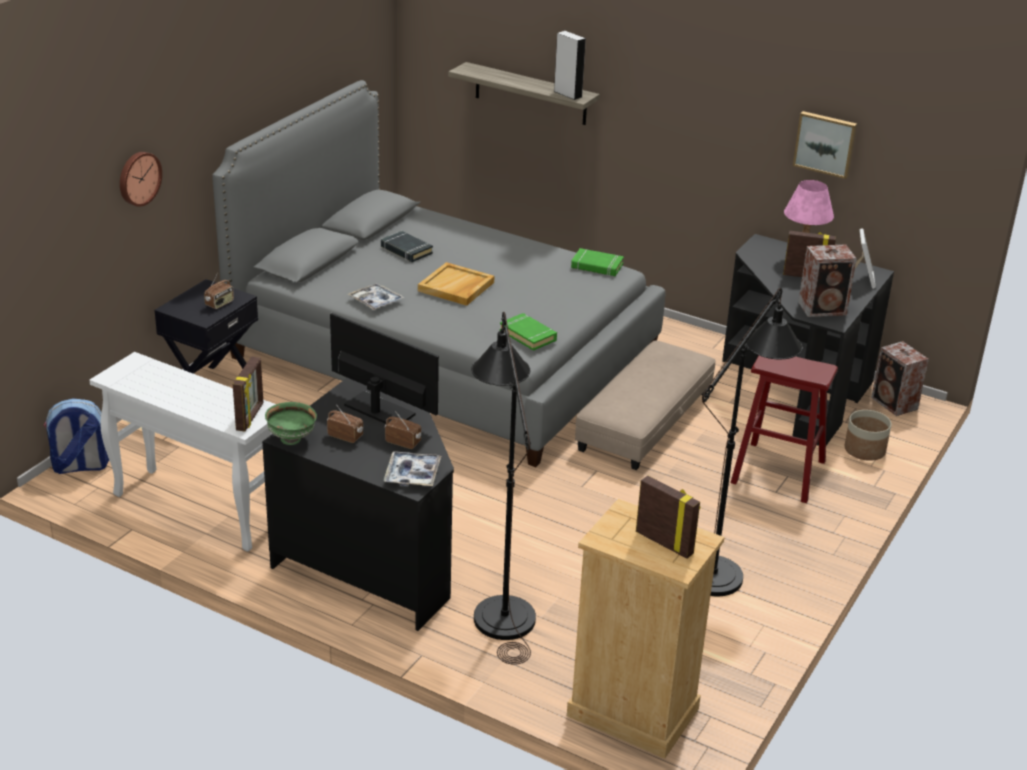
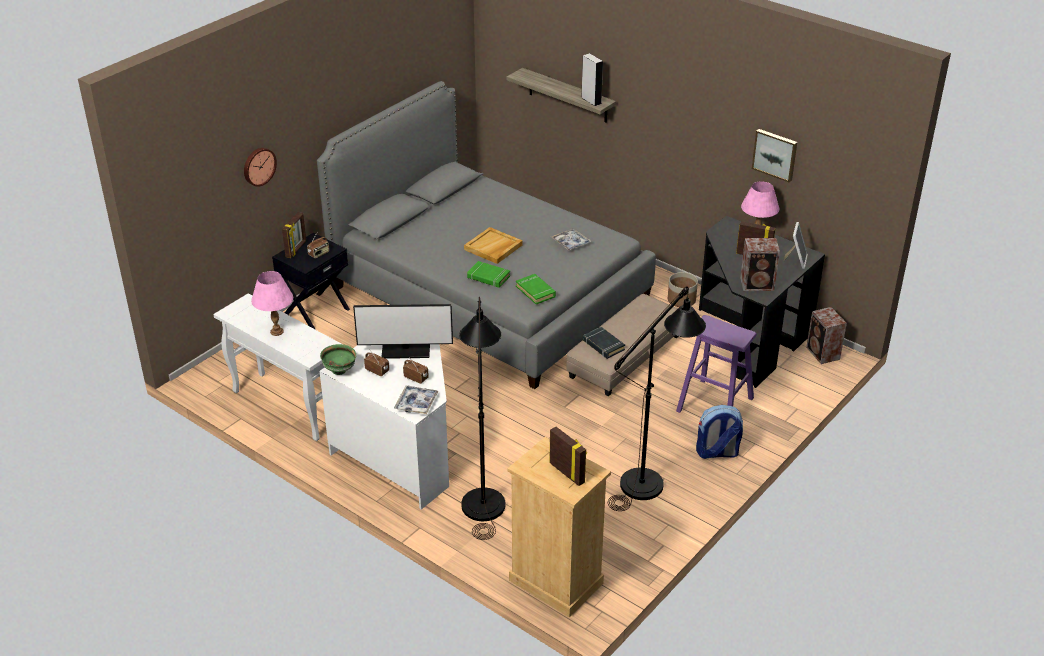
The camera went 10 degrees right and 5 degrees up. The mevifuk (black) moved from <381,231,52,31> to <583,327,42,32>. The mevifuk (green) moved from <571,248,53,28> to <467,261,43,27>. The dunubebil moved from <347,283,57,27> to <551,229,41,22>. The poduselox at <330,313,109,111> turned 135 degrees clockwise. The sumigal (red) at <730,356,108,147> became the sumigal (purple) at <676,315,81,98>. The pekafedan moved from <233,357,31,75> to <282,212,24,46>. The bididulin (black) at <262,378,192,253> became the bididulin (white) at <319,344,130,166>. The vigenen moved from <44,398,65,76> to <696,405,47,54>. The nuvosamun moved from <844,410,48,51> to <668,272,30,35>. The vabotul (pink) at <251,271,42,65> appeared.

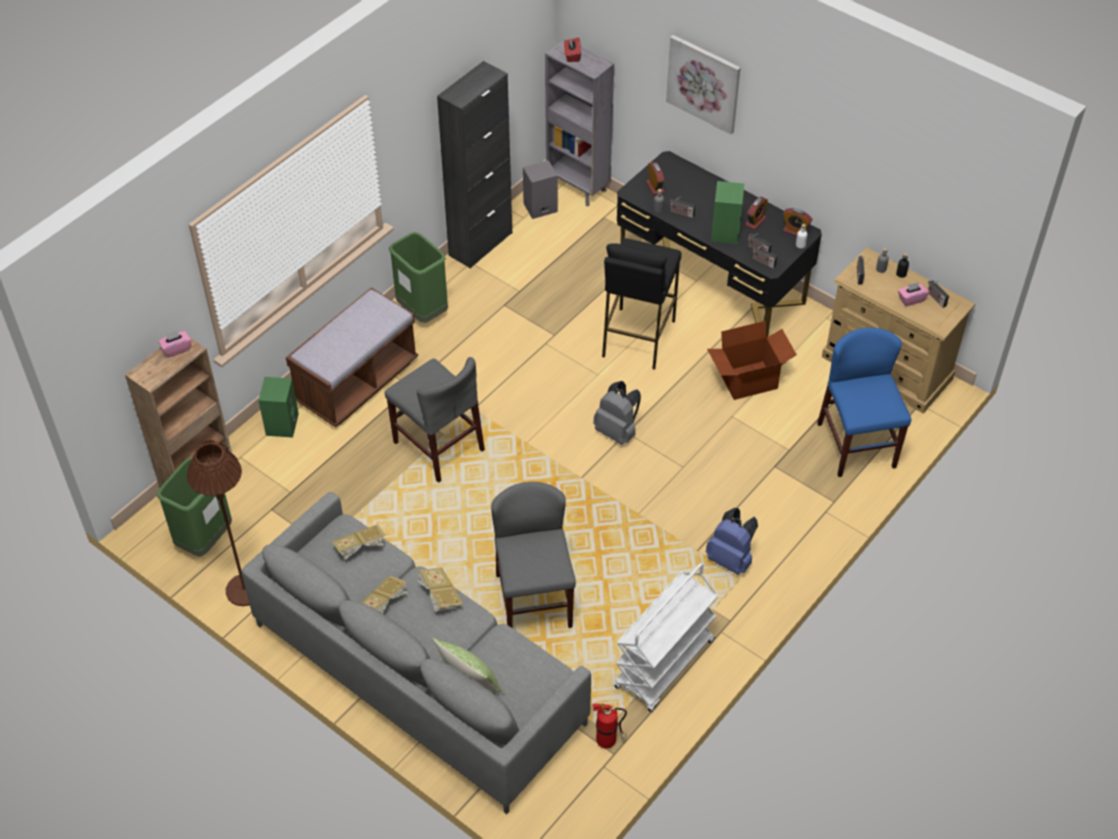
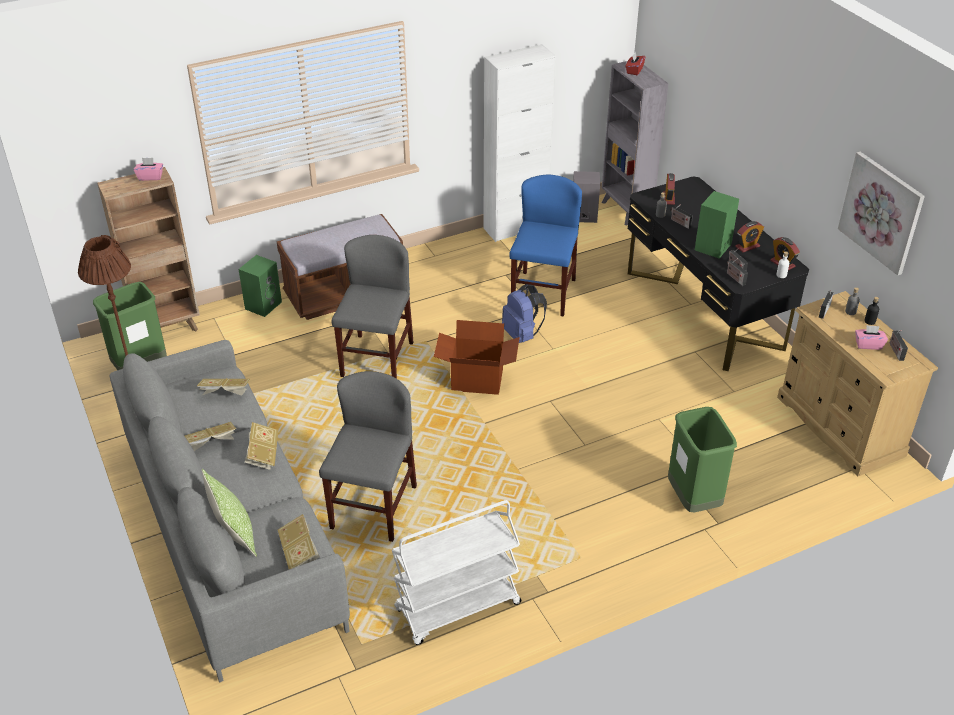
The camera went 25 degrees right and 10 degrees down. The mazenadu moved from <666,35,75,99> to <838,152,87,123>. The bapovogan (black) at <437,61,75,207> became the bapovogan (white) at <483,44,73,198>. The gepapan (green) moved from <389,232,59,91> to <668,407,69,105>. The sumigal (black) at <602,238,79,132> disappeared. The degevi moved from <707,321,90,79> to <434,320,85,75>. The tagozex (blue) moved from <817,328,94,149> to <509,175,73,142>. The tagozex (grey) at <385,357,100,126> turned 150 degrees counterclockwise. The vigenen (grey) at <593,381,48,64> disappeared. The vigenen (blue) moved from <706,508,52,67> to <502,284,45,59>. The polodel at <592,704,35,45> disappeared. The mevifuk at <278,514,42,55> appeared.

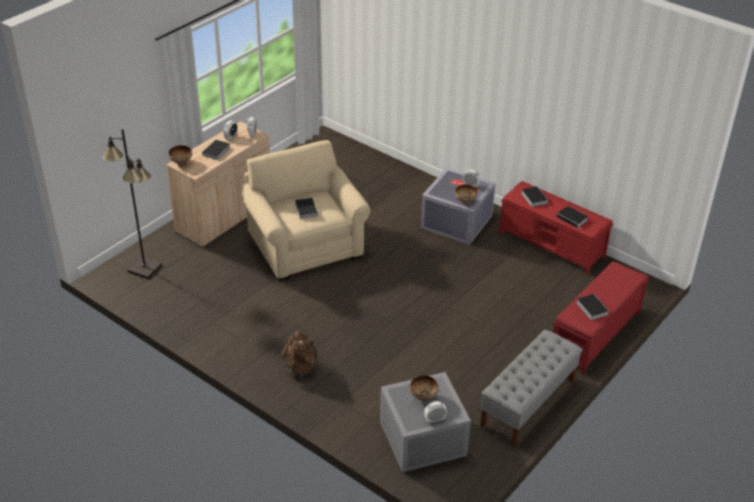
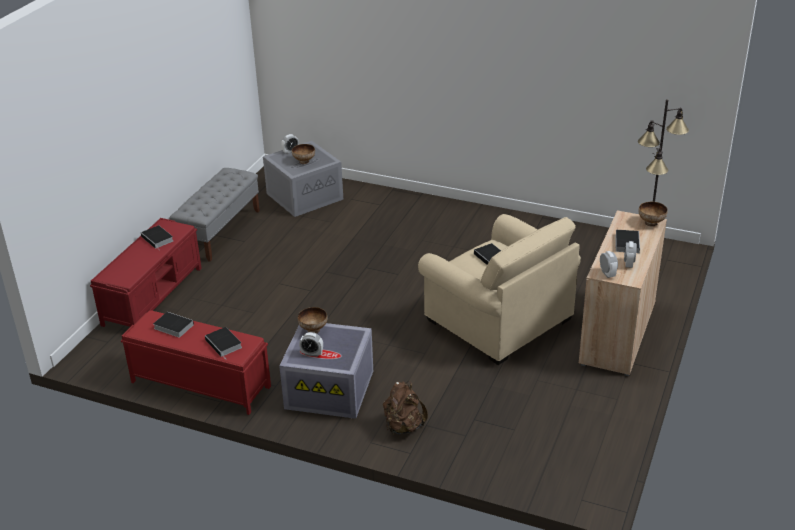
The camera went 165 degrees right and 5 degrees down. The vigenen (brown) moved from <281,332,37,47> to <383,381,45,53>.

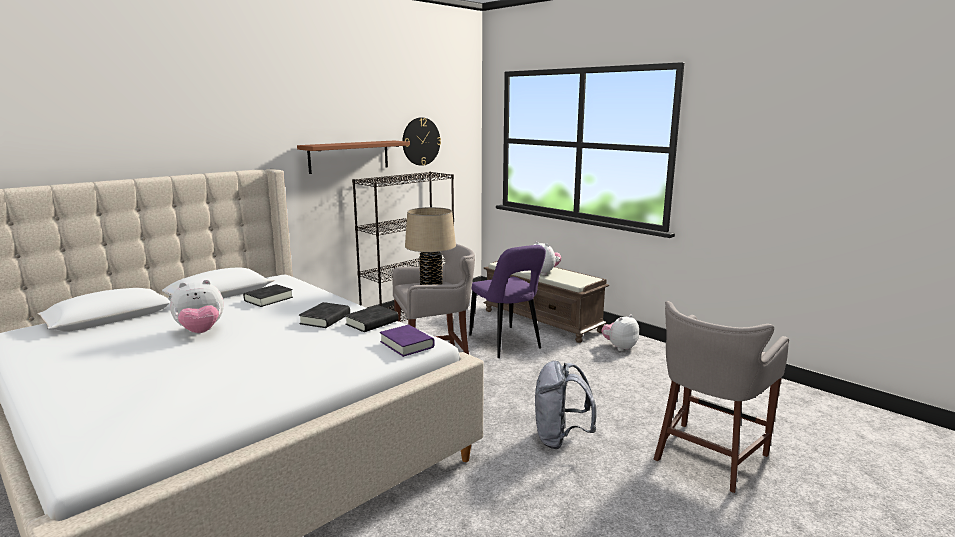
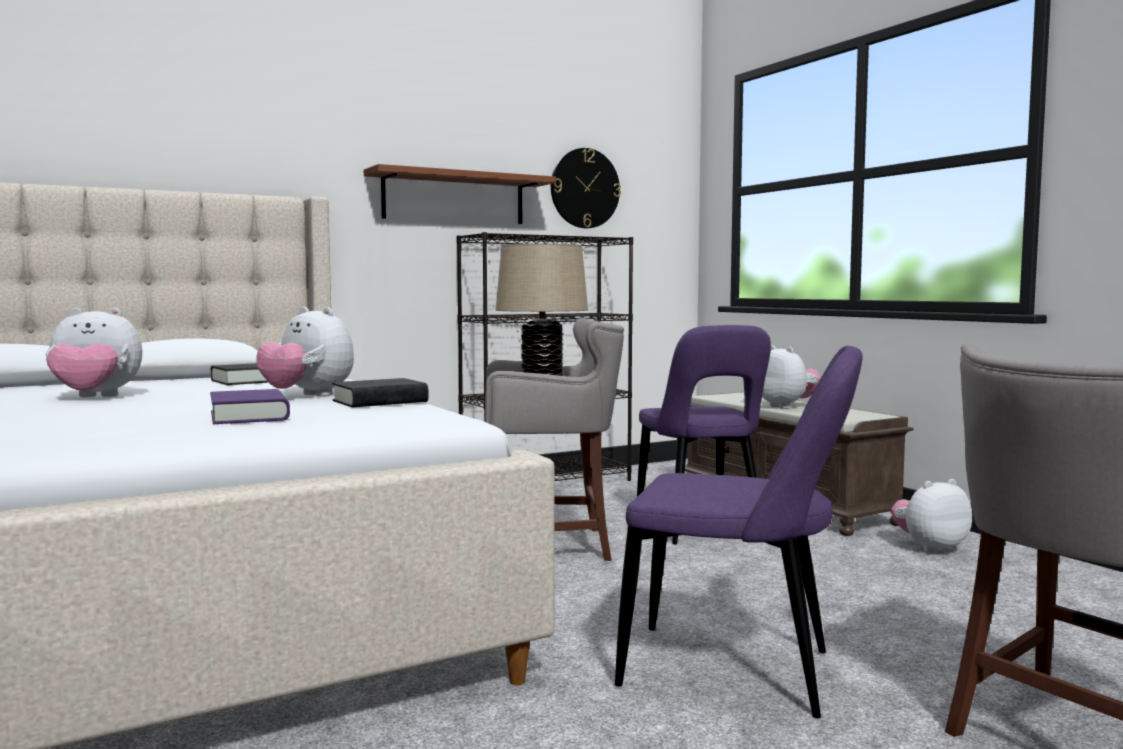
The camera went 15 degrees right and 10 degrees down. The mevifuk (black) at <299,302,51,26> was replaced by the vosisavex at <256,307,98,89>. The mevifuk (purple) moved from <380,325,55,32> to <210,389,80,35>. The vigenen (grey) at <535,361,62,88> was replaced by the tagozex (purple) at <615,346,248,372>.

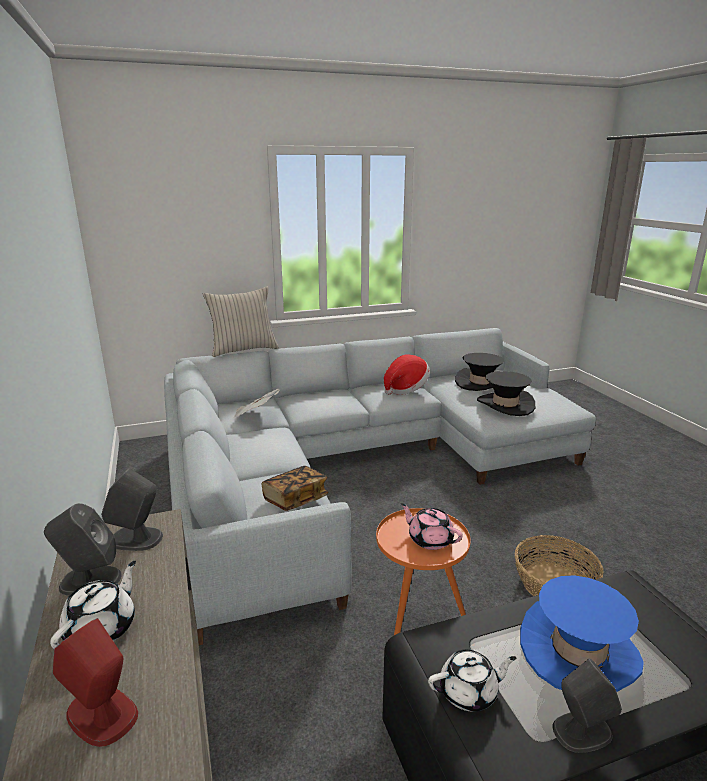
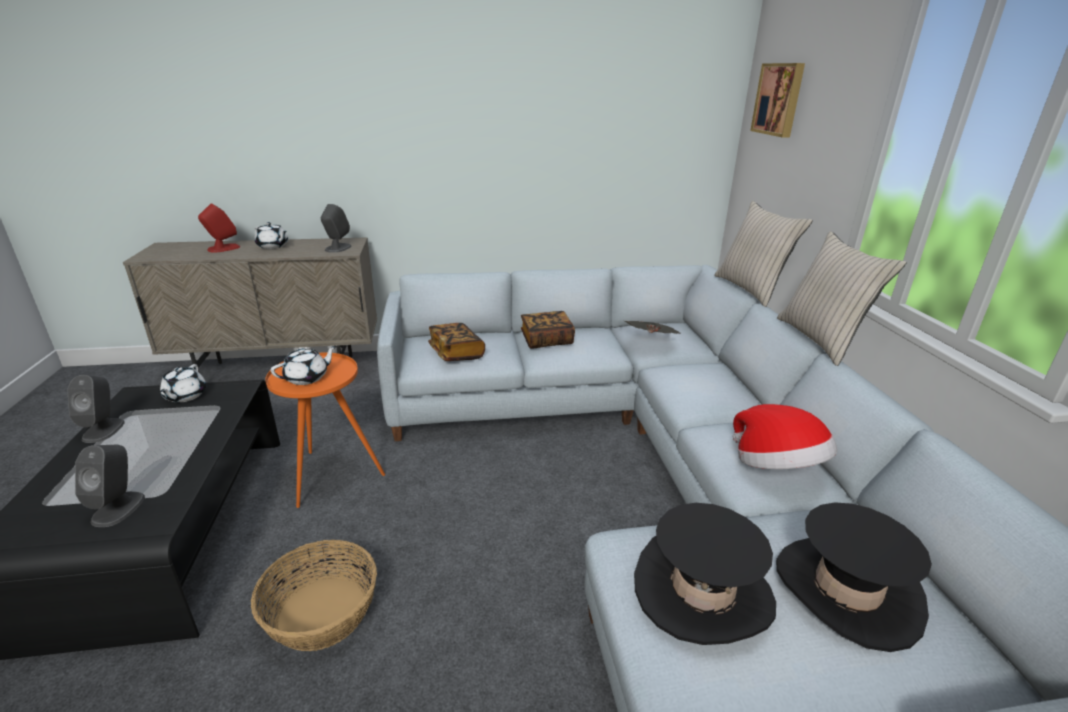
The camera went 100 degrees right and 5 degrees up. The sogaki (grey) moved from <44,503,78,92> to <75,445,70,82>. The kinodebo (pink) at <401,503,62,47> became the kinodebo (white) at <271,346,66,39>. The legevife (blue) at <520,575,124,117> disappeared. The mazenadu at <750,63,55,74> appeared. The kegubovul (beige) at <777,231,130,135> appeared. The mevifuk at <521,311,54,38> appeared.

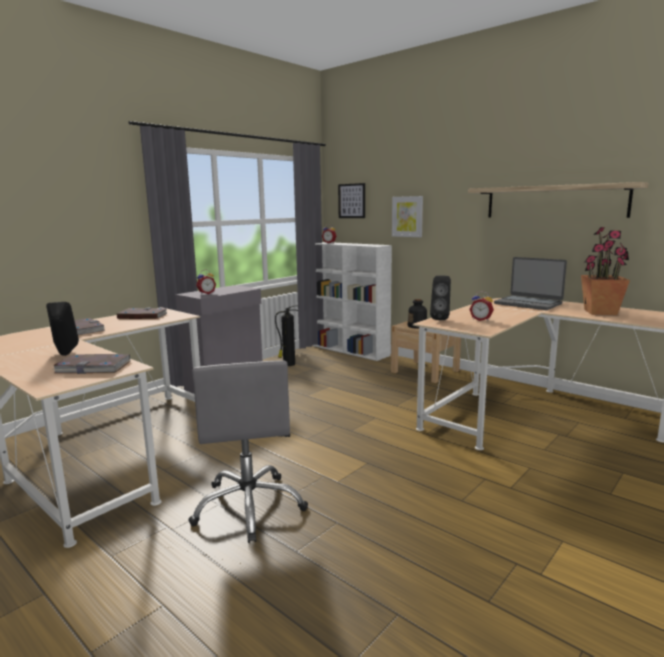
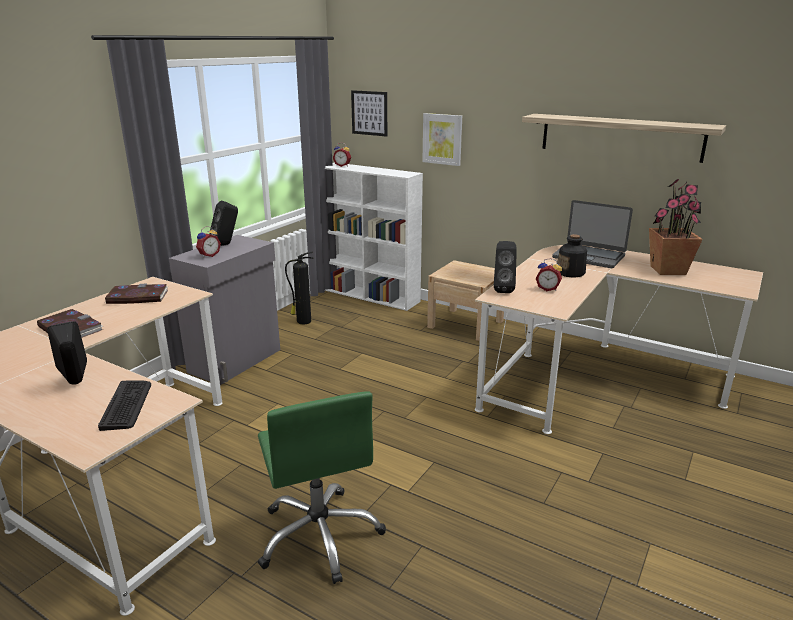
The camera went 10 degrees left and 10 degrees up. The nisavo moved from <408,299,19,30> to <557,234,30,44>. The mevifuk at <52,354,80,20> was replaced by the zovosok at <98,381,53,50>. The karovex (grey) at <188,360,120,183> became the karovex (green) at <258,391,128,193>. The sogaki (black) at <209,201,29,45> appeared.

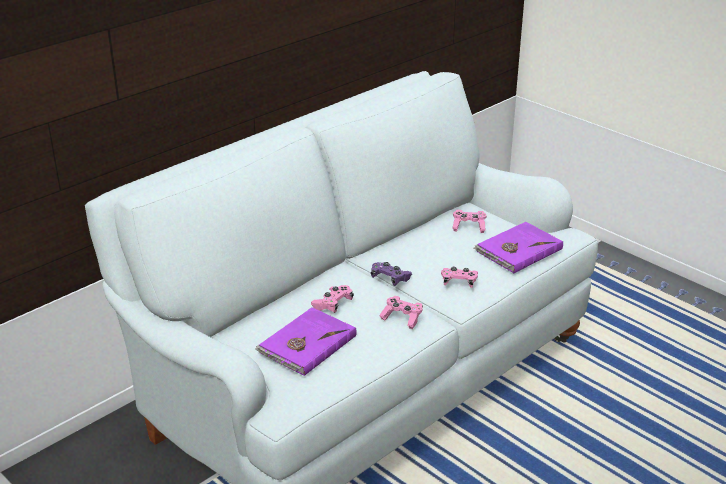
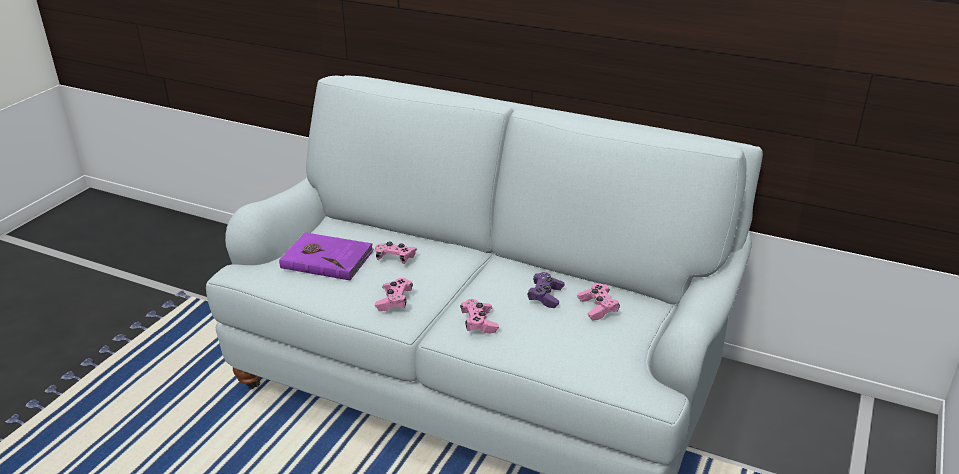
The camera went 70 degrees right and 0 degrees up. The mevifuk (purple) at <474,222,89,51> disappeared. The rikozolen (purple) moved from <371,262,41,24> to <527,272,37,36>.

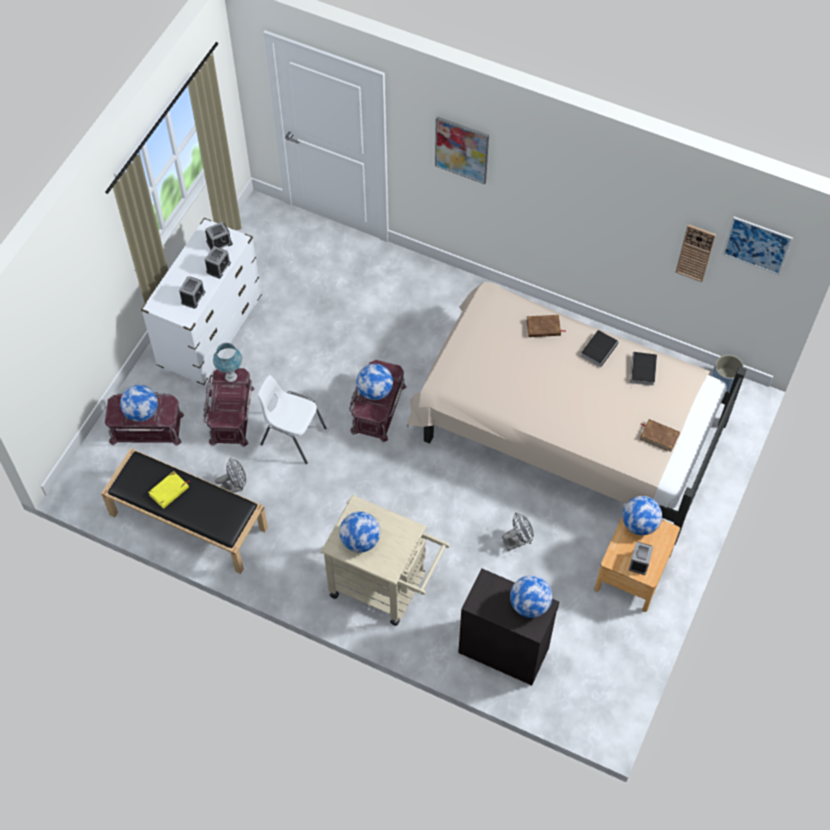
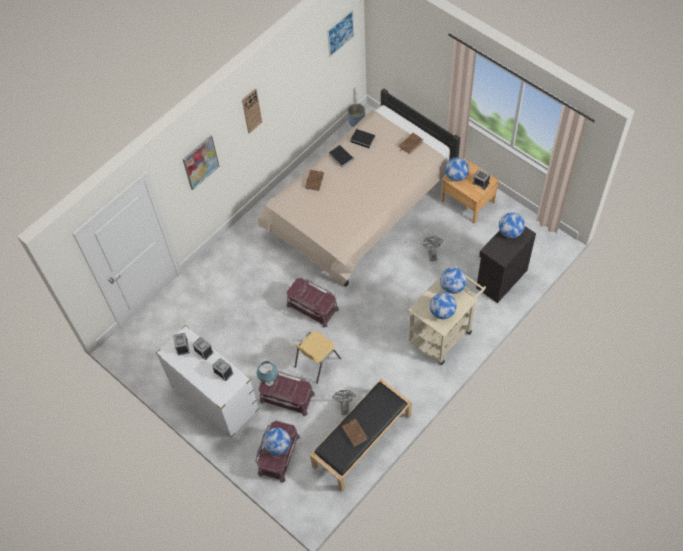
The camera went 70 degrees left and 0 degrees up. The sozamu moved from <676,224,40,58> to <242,88,20,45>. The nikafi moved from <356,364,37,36> to <440,268,26,26>. The tagozex (white) at <257,375,69,89> became the tagozex (yellow) at <295,331,46,53>. The mevifuk (yellow) at <148,471,42,38> became the mevifuk (brown) at <342,419,26,28>.

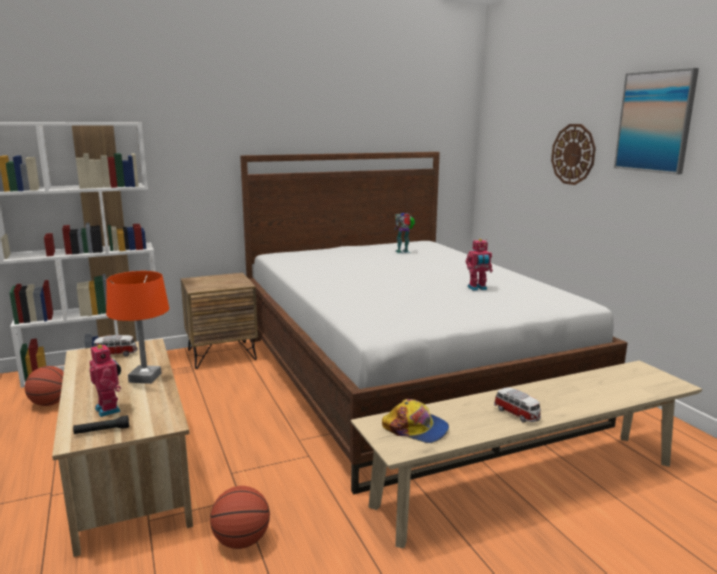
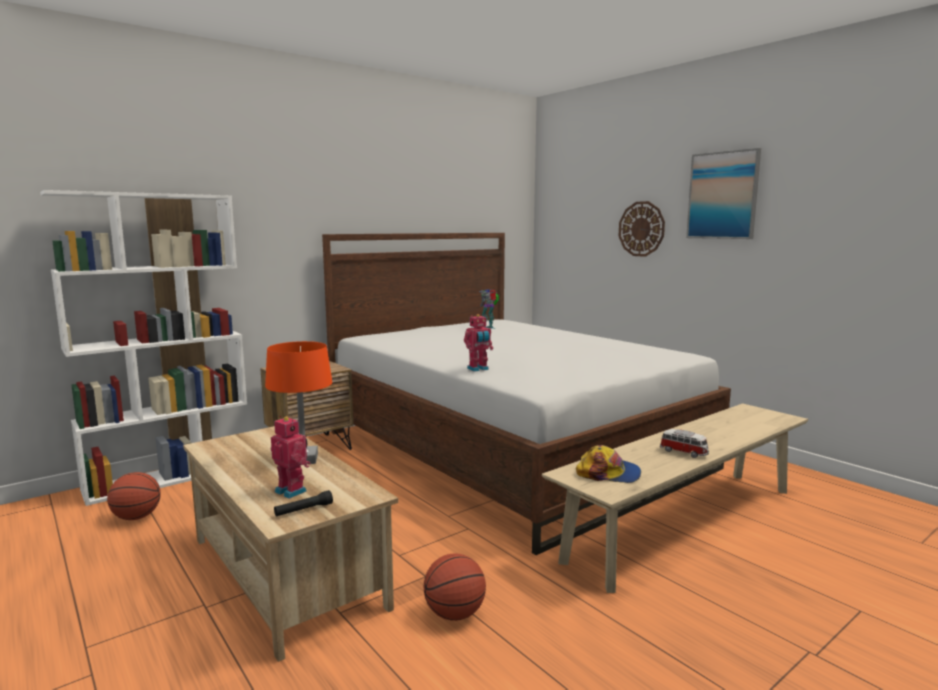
The camera went 15 degrees left and 5 degrees down. The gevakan moved from <466,239,27,52> to <464,314,29,58>. The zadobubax at <93,335,45,22> disappeared.

